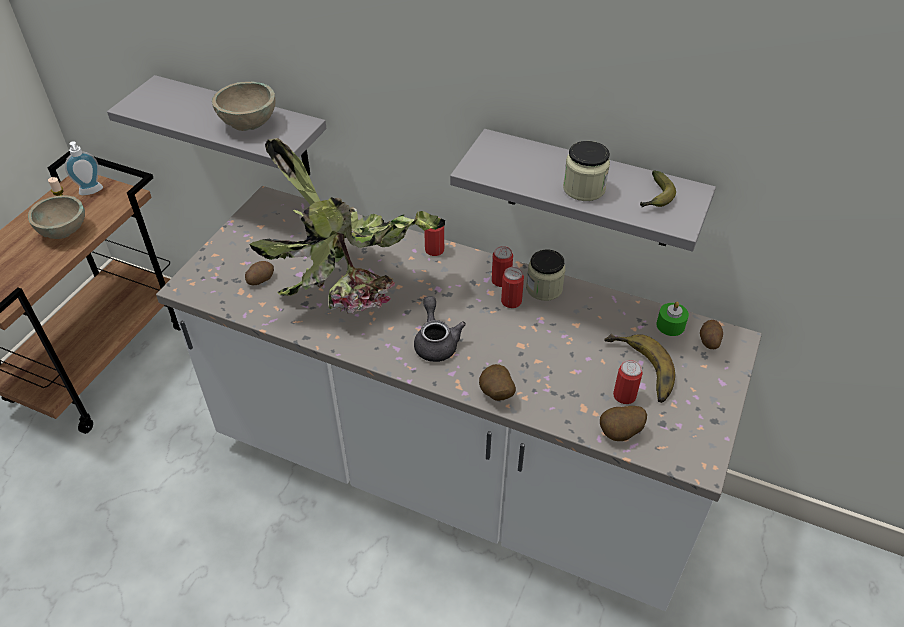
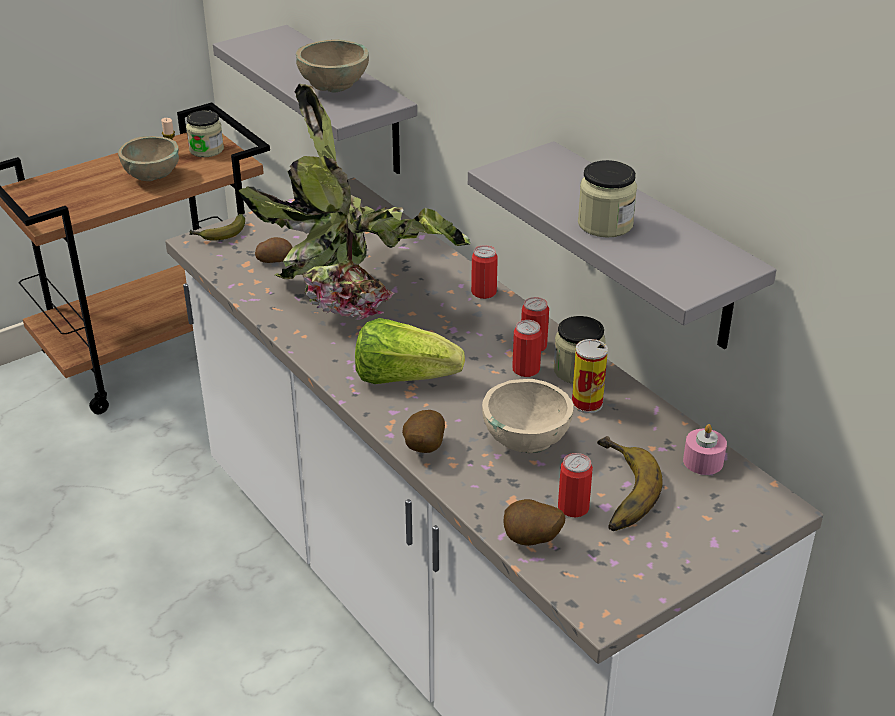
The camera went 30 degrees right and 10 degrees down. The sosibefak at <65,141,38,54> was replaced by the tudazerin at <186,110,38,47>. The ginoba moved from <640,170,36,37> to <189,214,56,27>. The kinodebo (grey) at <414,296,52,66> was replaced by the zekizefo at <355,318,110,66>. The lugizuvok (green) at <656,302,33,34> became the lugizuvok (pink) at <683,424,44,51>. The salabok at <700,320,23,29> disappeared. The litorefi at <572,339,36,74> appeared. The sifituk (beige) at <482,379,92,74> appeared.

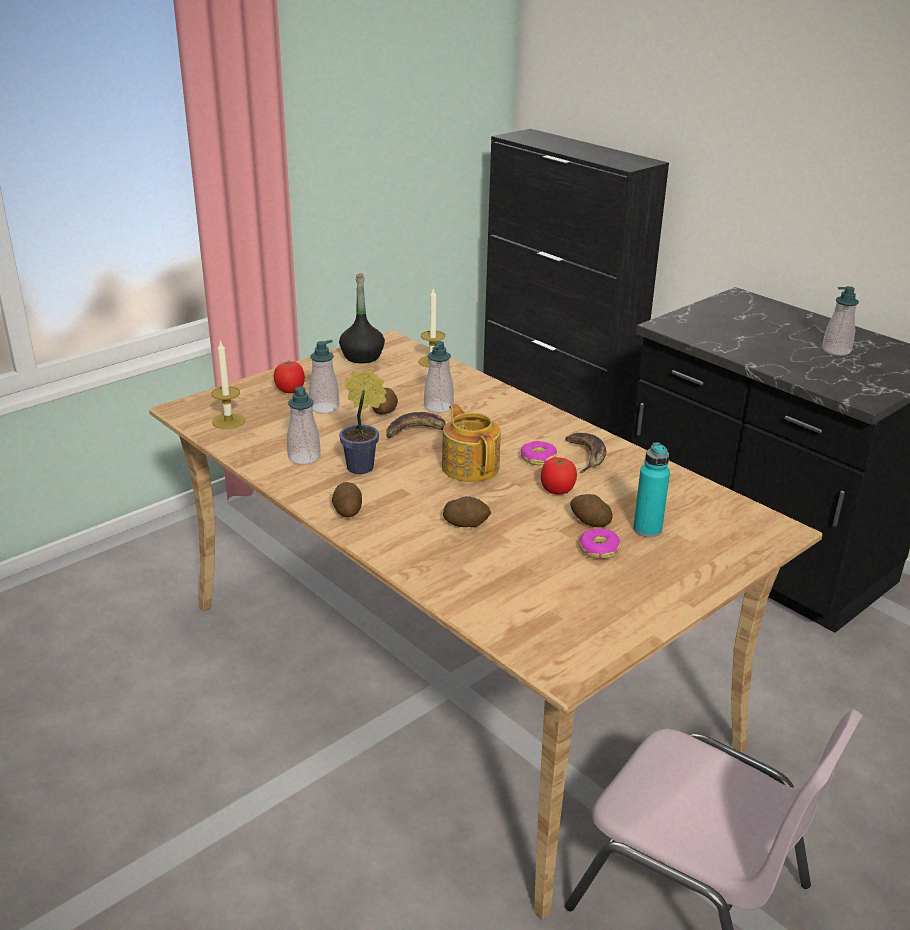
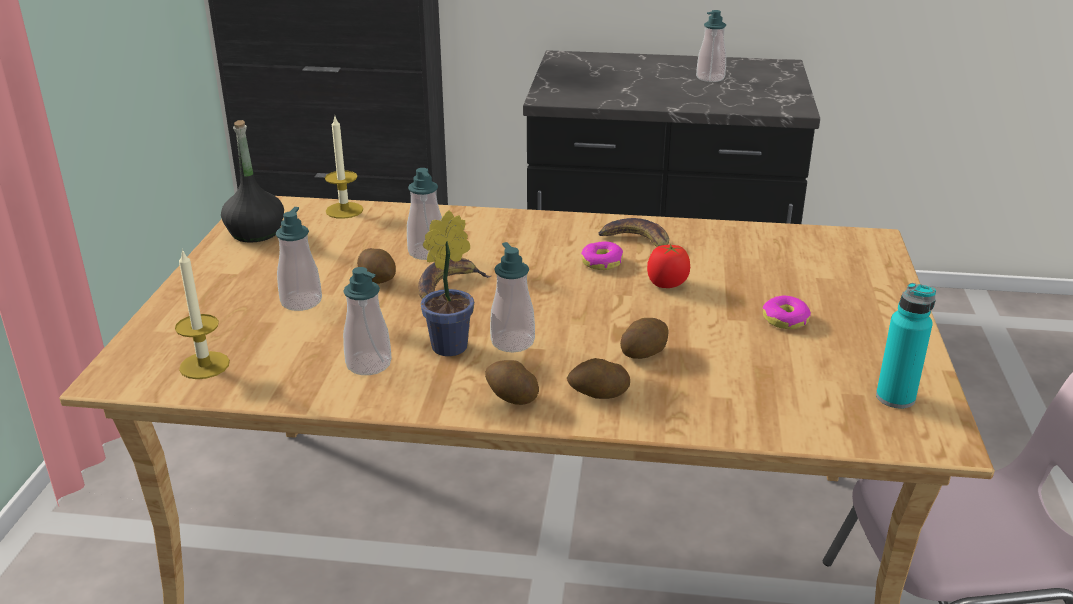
The camera went 40 degrees left and 0 degrees up. The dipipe at <274,361,31,32> disappeared. The kinodebo at <442,404,59,78> disappeared. The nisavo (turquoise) moved from <633,443,37,94> to <876,283,60,126>. The salabok moved from <570,494,43,33> to <567,358,63,41>. The sosibefak at <490,242,45,111> appeared.

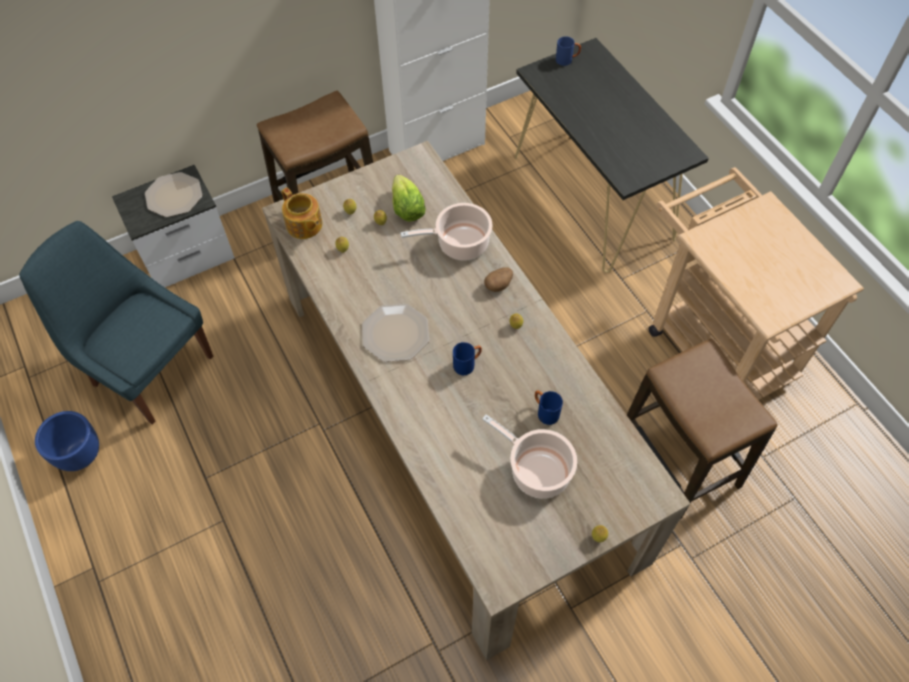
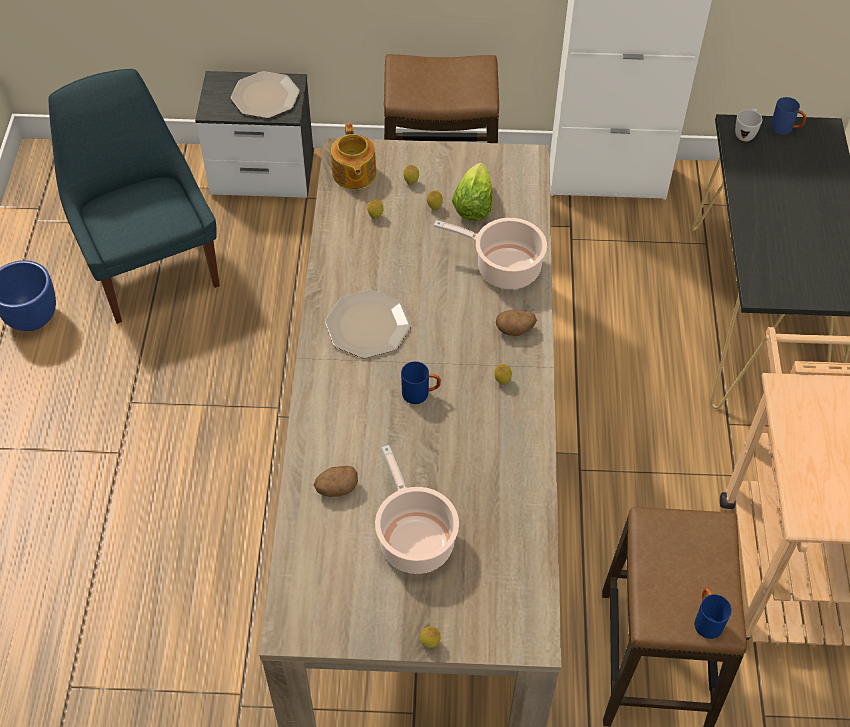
The camera went 30 degrees right and 5 degrees down. The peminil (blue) moved from <535,391,28,34> to <694,588,38,51>. The peminil (white) at <735,108,27,33> appeared. The salabok at <314,466,44,31> appeared.

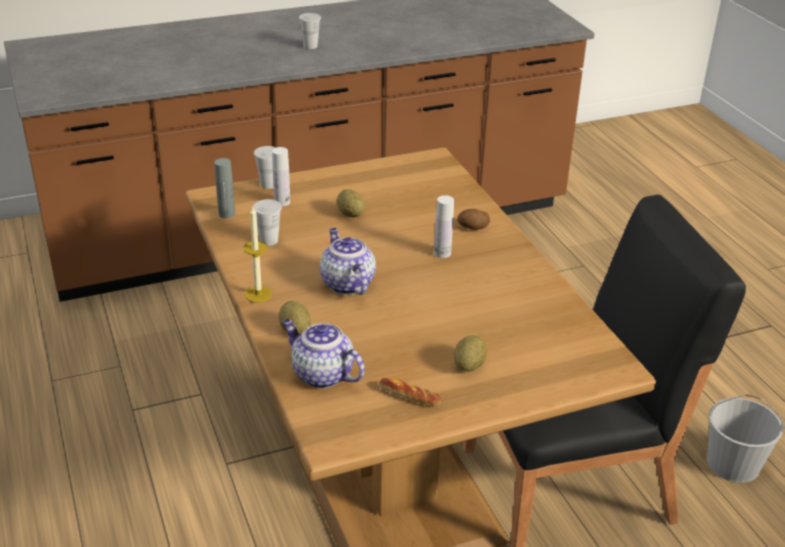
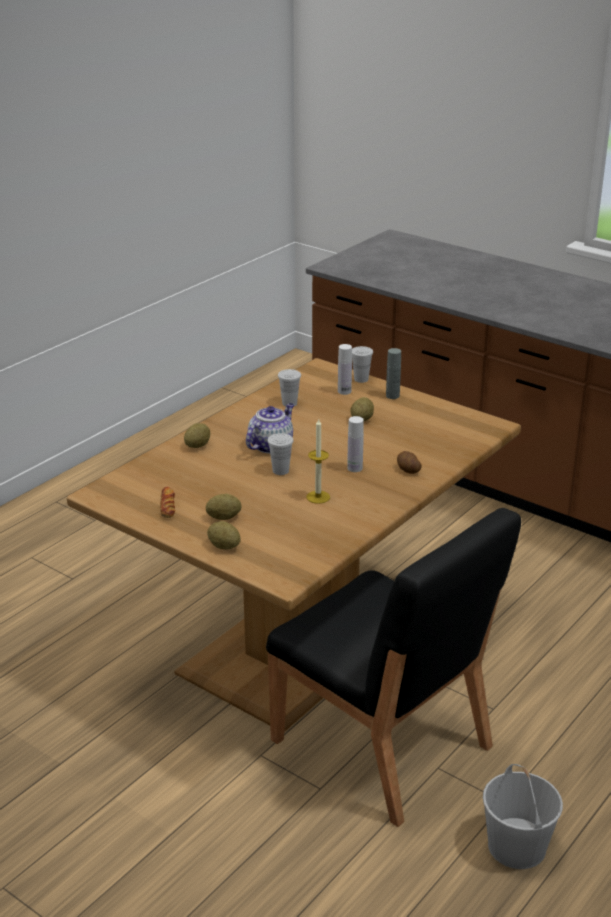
The camera went 60 degrees right and 5 degrees down. The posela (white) moved from <299,13,22,36> to <267,433,27,42>. The nisavo (grey) moved from <214,158,21,60> to <386,348,15,51>. The lugizuvok moved from <243,207,29,95> to <306,419,24,85>. The kinodebo at <282,319,83,70> disappeared. The salabok at <207,521,34,28> appeared.

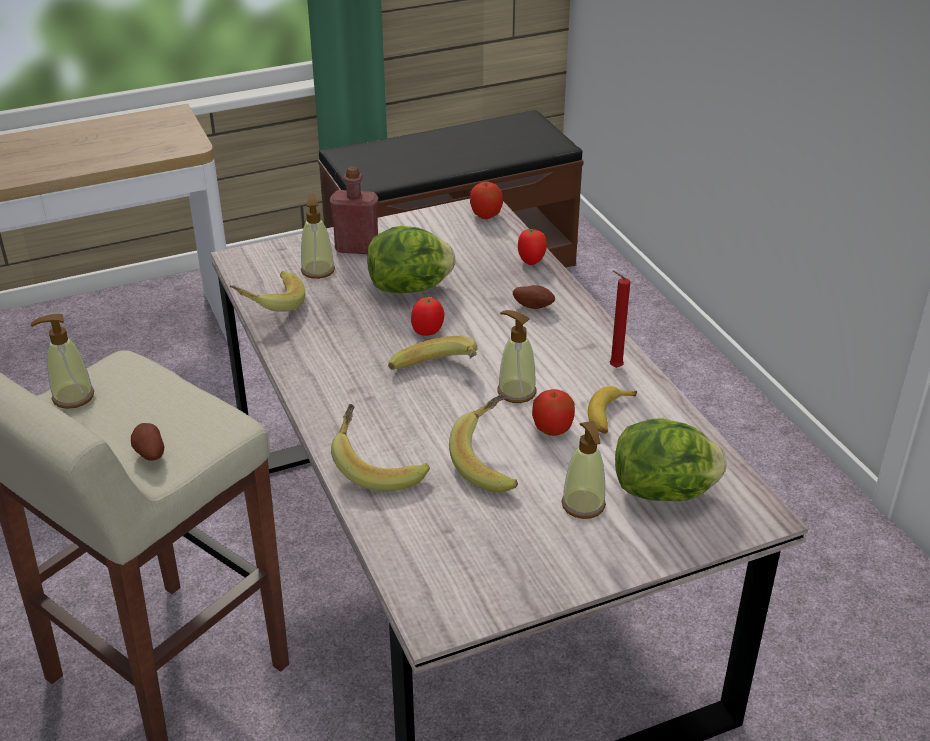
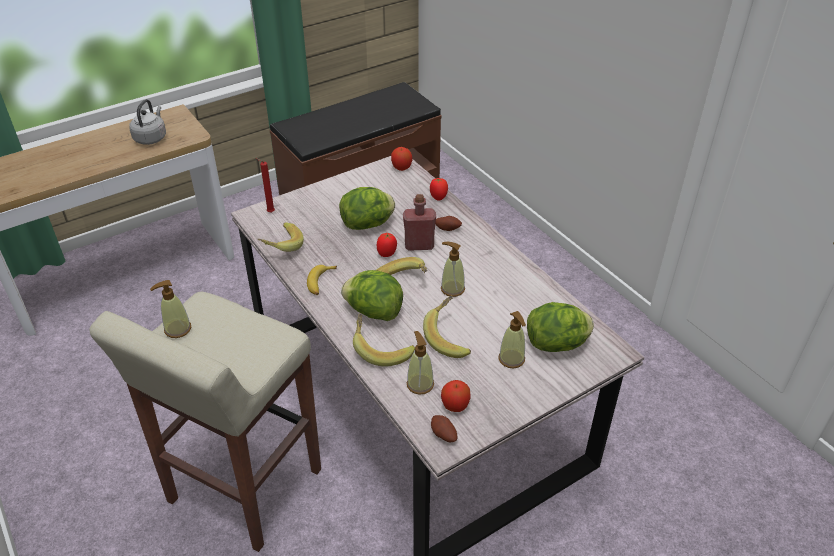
The camera went 10 degrees left and 5 degrees up. The nisavo (red) moved from <330,167,48,87> to <403,194,33,57>. The sosibefak moved from <301,194,34,85> to <406,331,28,64>. The lugizuvok (red) moved from <610,270,20,98> to <256,158,19,54>. The ginoba moved from <588,386,49,48> to <307,265,30,30>. The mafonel moved from <532,389,43,47> to <441,380,30,32>. The salabok moved from <131,423,33,38> to <431,415,26,27>. The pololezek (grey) at <129,99,37,46> appeared. The zekizefo at <341,270,62,51> appeared.

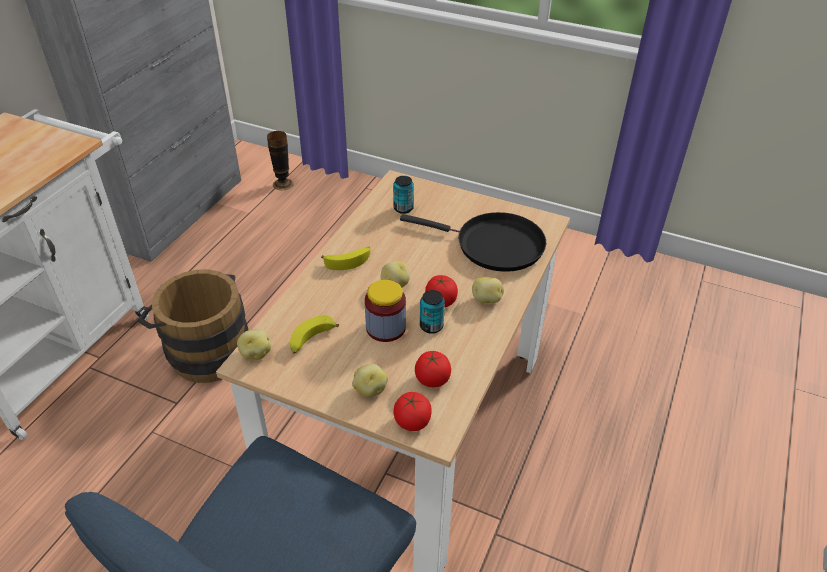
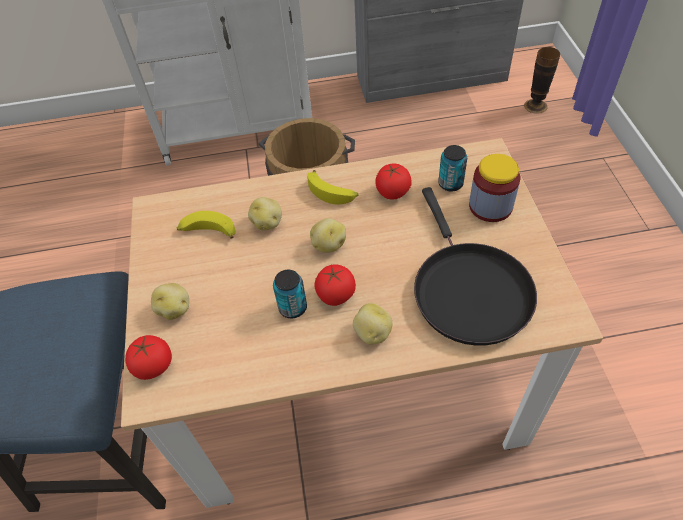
The camera went 60 degrees right and 10 degrees up. The tudazerin moved from <365,280,41,62> to <469,154,52,68>. The salabok moved from <237,329,34,31> to <248,197,34,33>. The dipipe moved from <415,351,36,37> to <375,163,37,37>.

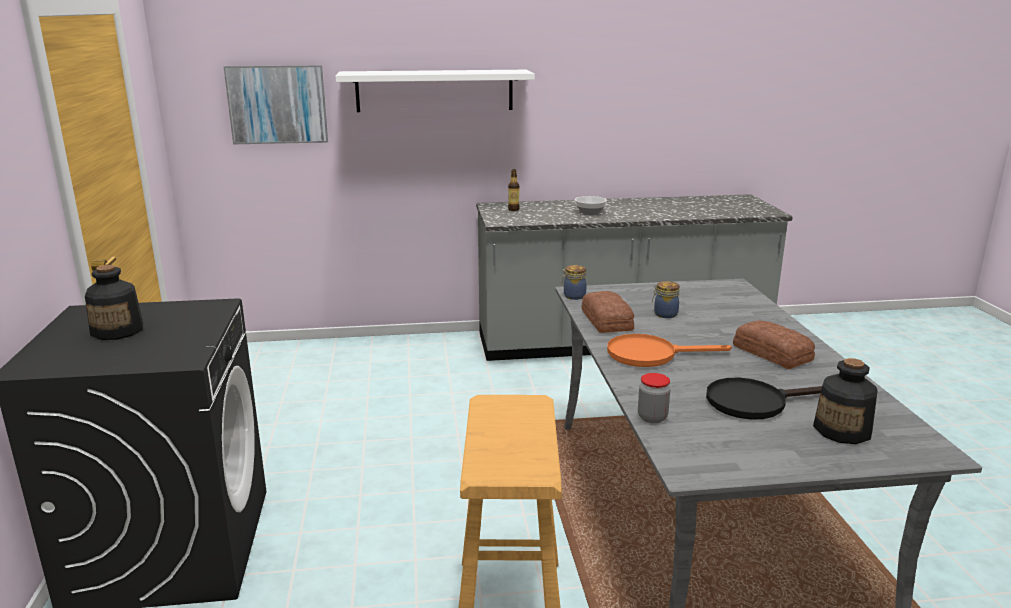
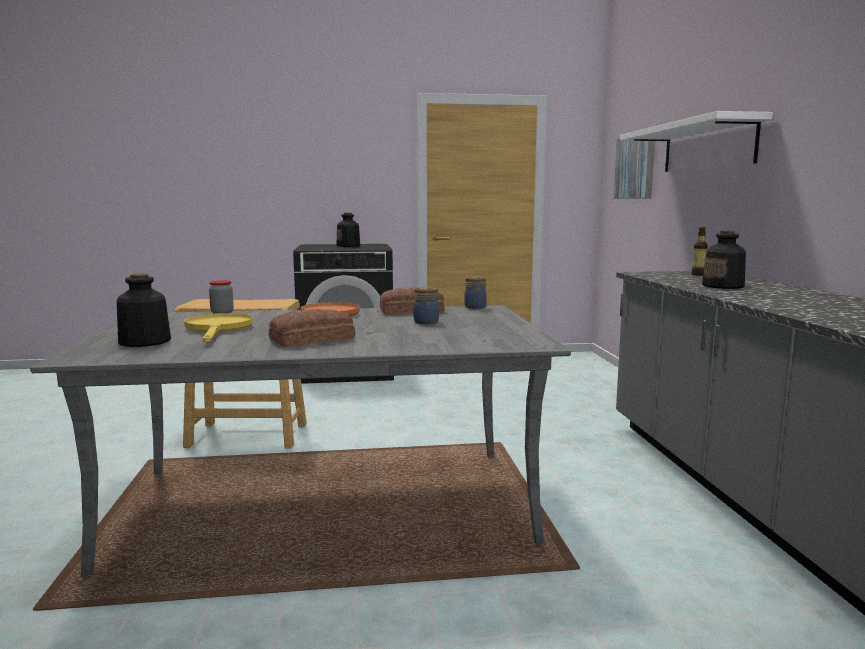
The camera went 90 degrees right and 10 degrees down. The sifituk at <575,196,32,19> was replaced by the nisavo at <702,231,44,58>. The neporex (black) at <706,378,116,42> became the neporex (yellow) at <184,313,69,30>.

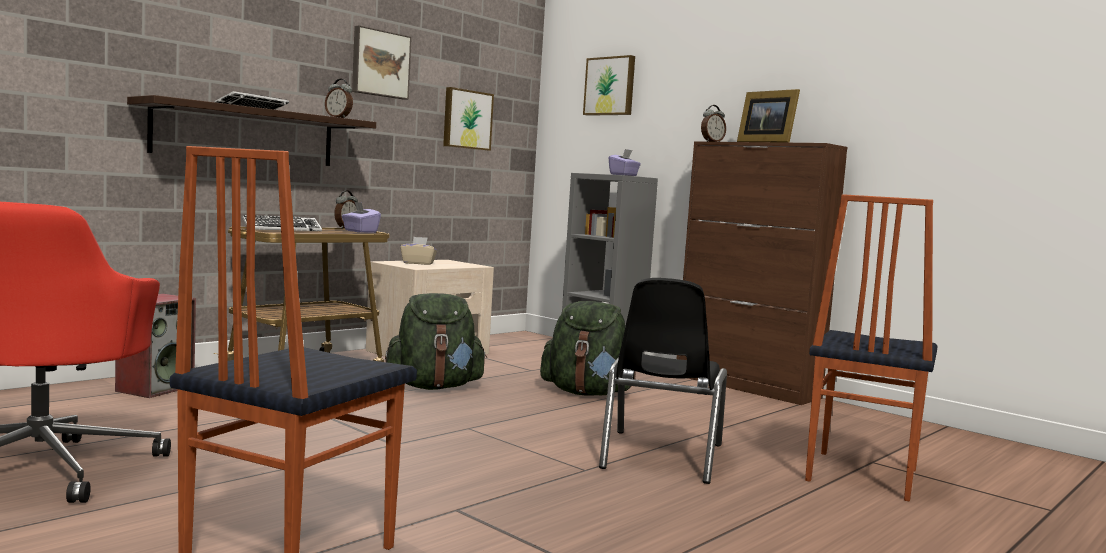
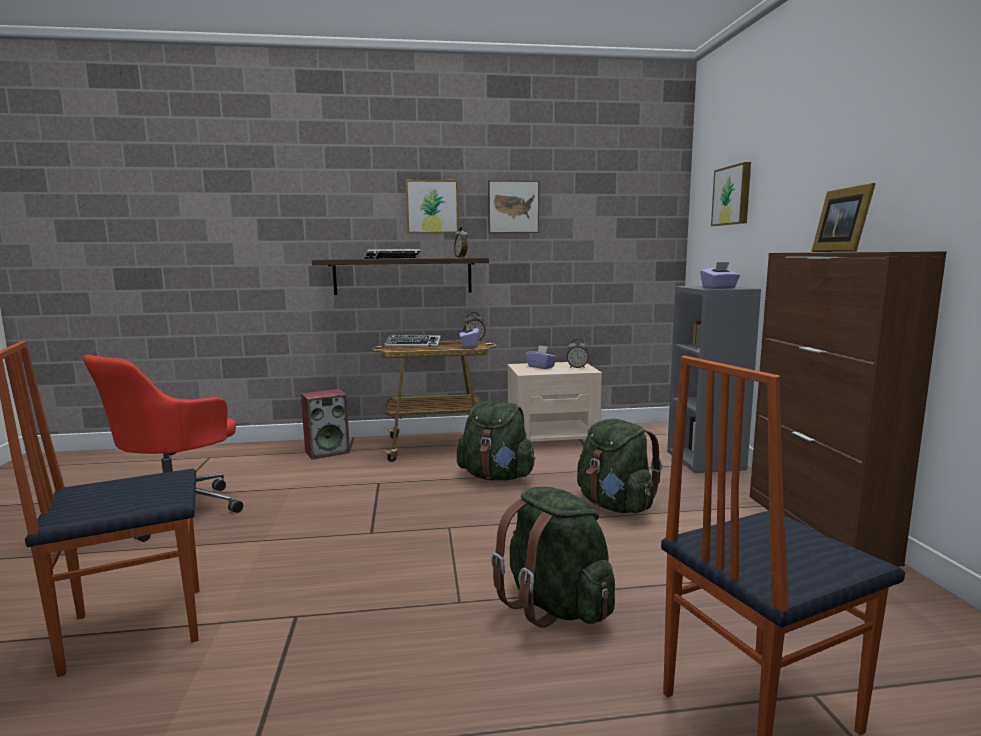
The camera went 40 degrees right and 5 degrees up. The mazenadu moved from <443,87,51,64> to <406,180,53,54>. The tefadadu moved from <701,105,25,37> to <567,339,22,29>. The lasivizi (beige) at <400,237,37,28> became the lasivizi (purple) at <526,345,31,24>. The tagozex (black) at <599,278,128,206> was replaced by the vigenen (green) at <491,487,124,141>.

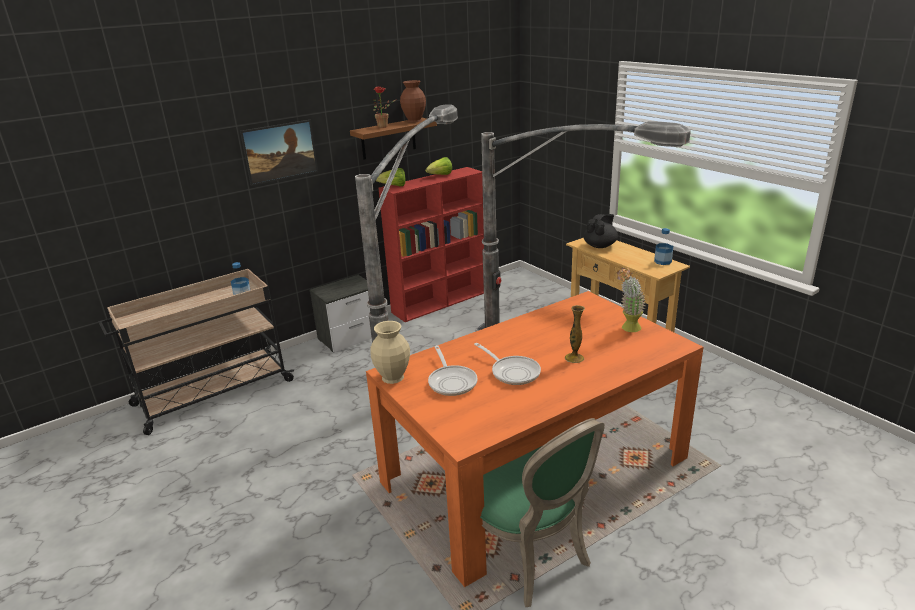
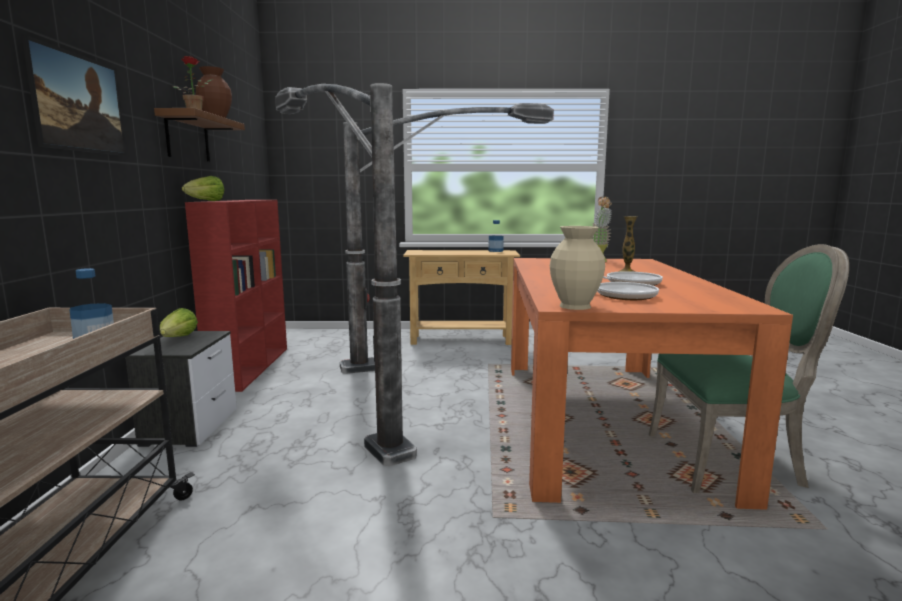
The camera went 55 degrees left and 15 degrees down. The zekizefo moved from <425,157,27,18> to <160,308,38,29>. The kinodebo (black) at <583,214,35,34> disappeared.

